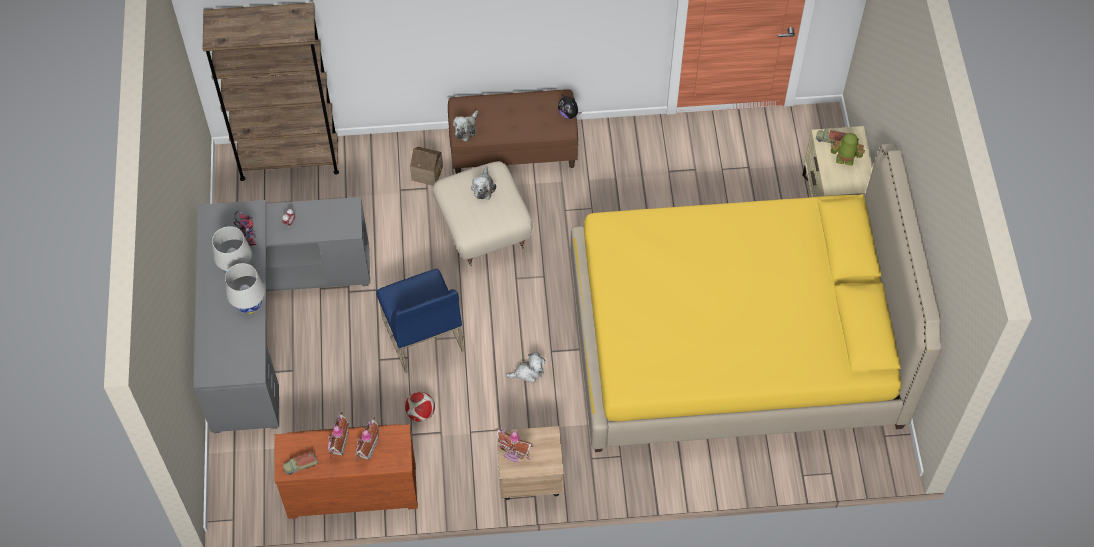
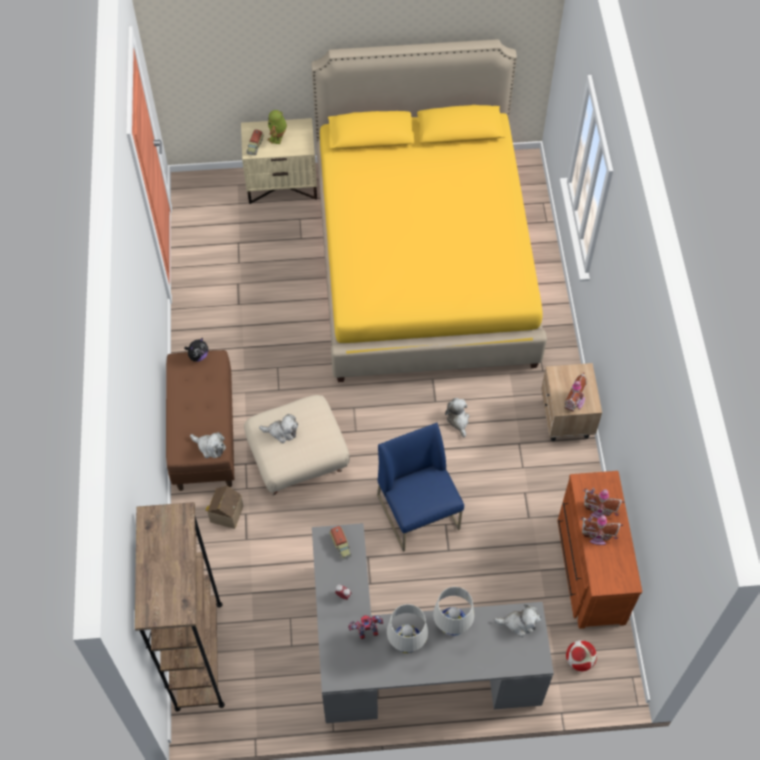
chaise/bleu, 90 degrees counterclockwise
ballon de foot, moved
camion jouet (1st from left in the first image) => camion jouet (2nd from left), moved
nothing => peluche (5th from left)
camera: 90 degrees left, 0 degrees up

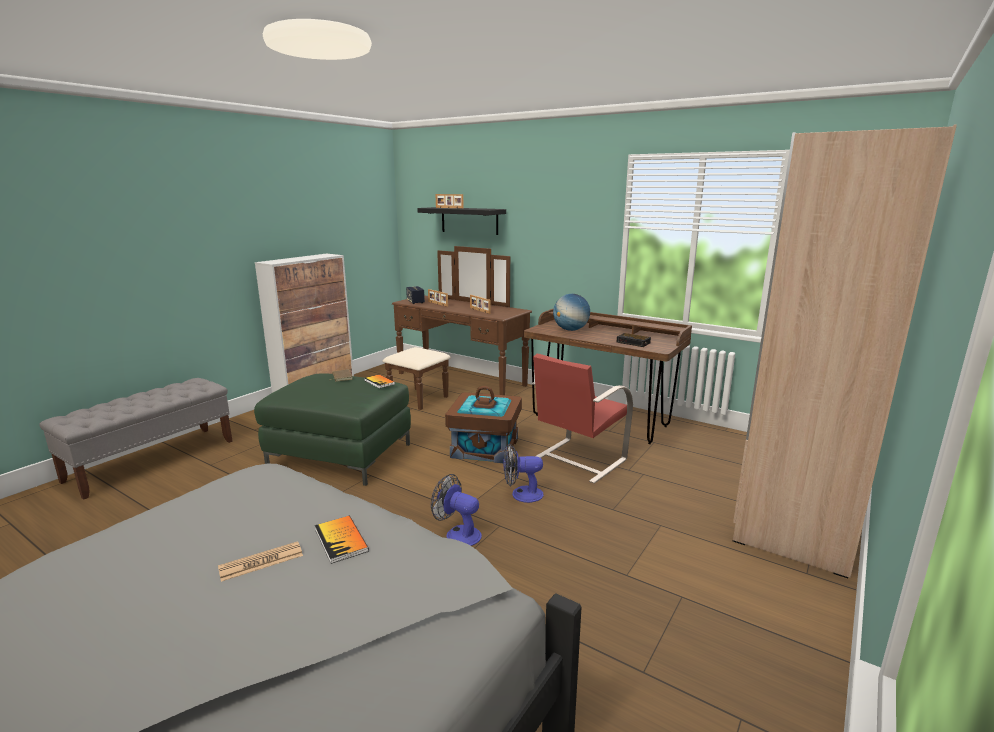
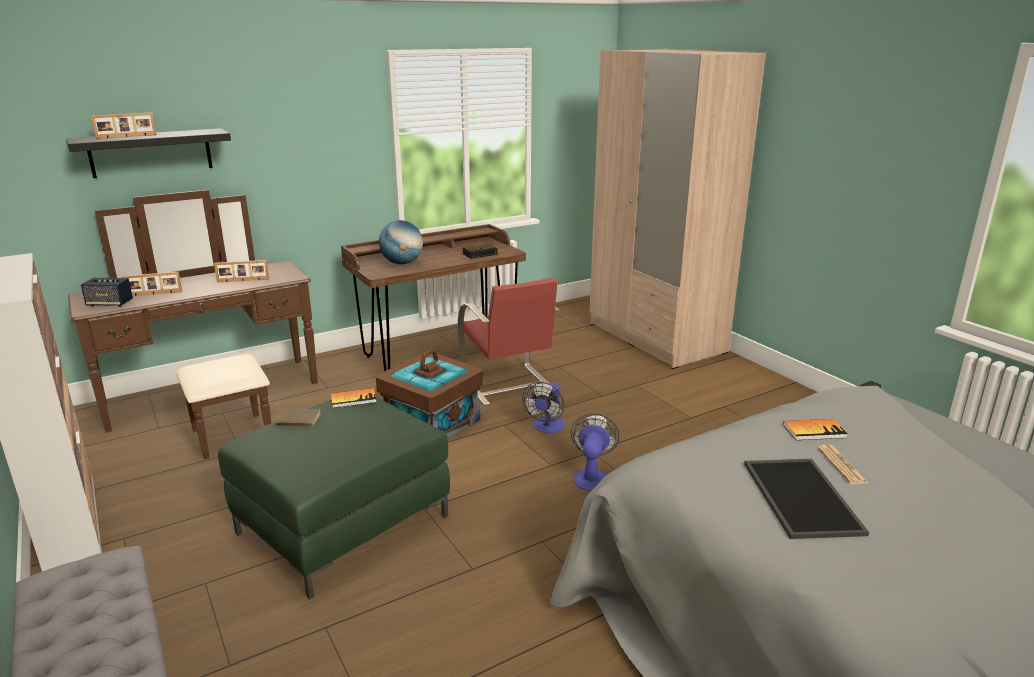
ventilateur (1st from left in the first image) => ventilateur (2nd from left), 135 degrees clockwise
nothing => plateau
camera: 65 degrees left, 5 degrees up

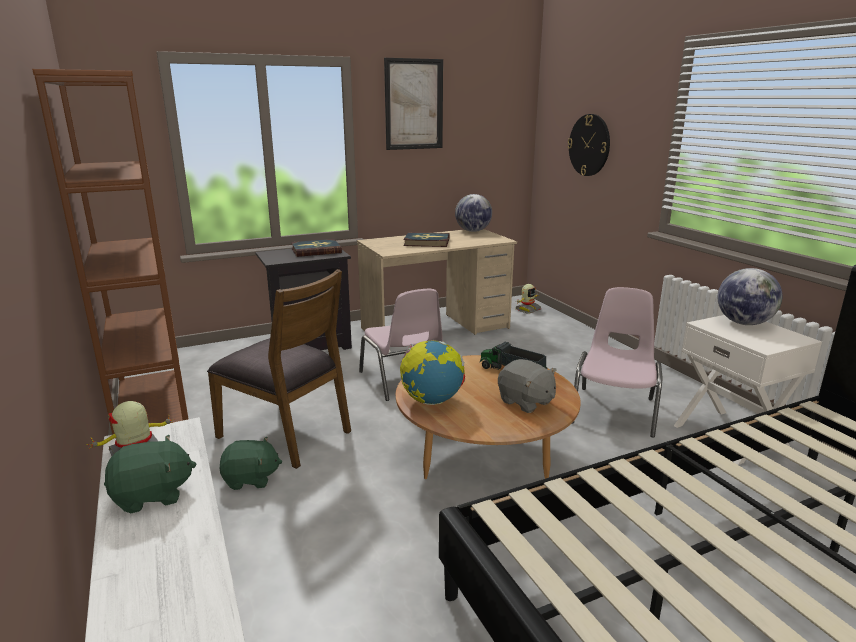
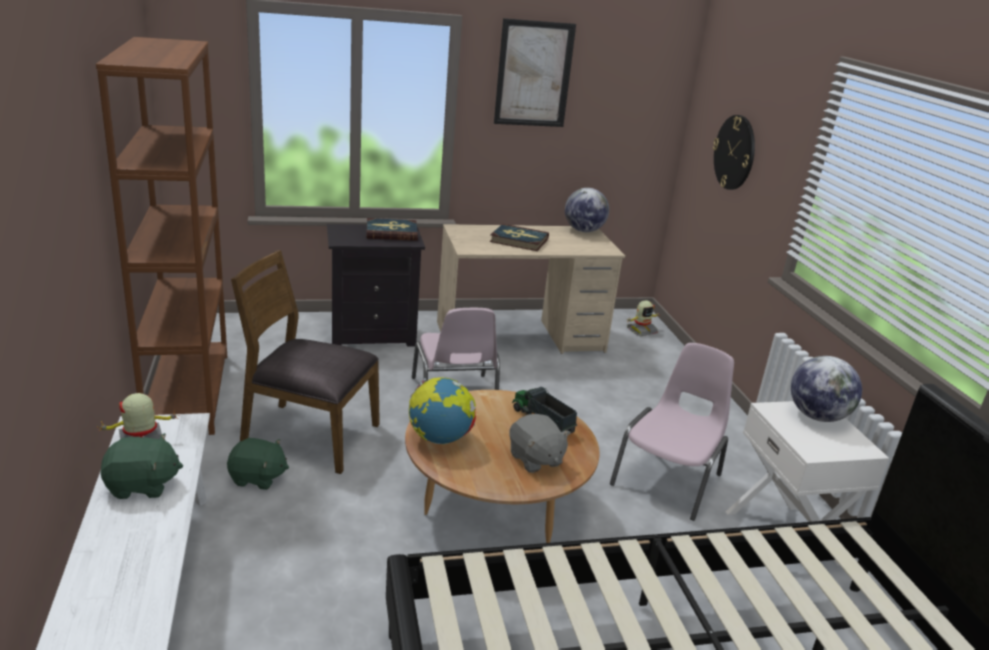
chaise/marron, 150 degrees clockwise
camera: 10 degrees right, 5 degrees up

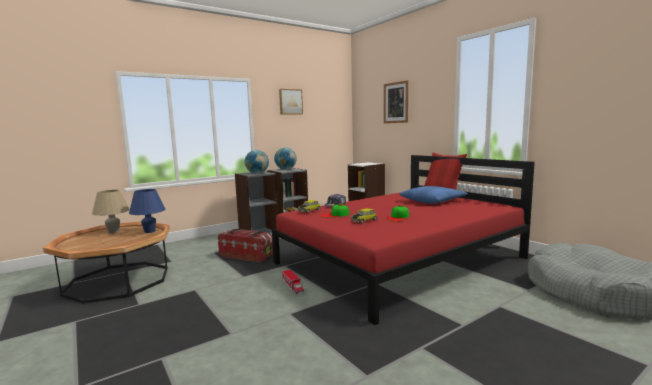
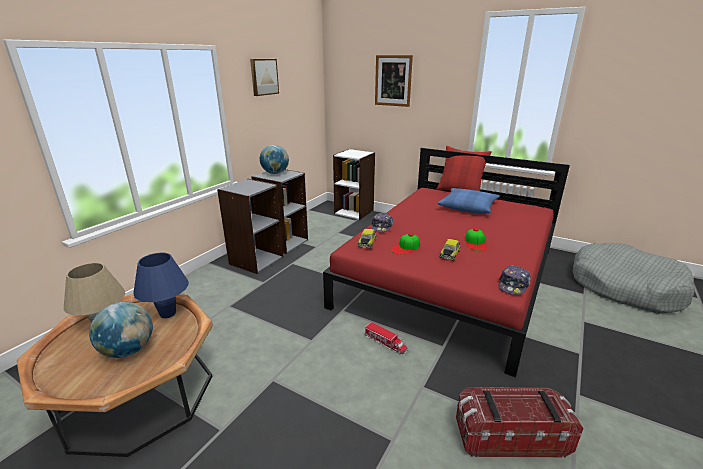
globe (1st from left), moved
boîte de rangement, moved
nothing => casquette (4th from left)
camera: 25 degrees left, 15 degrees up

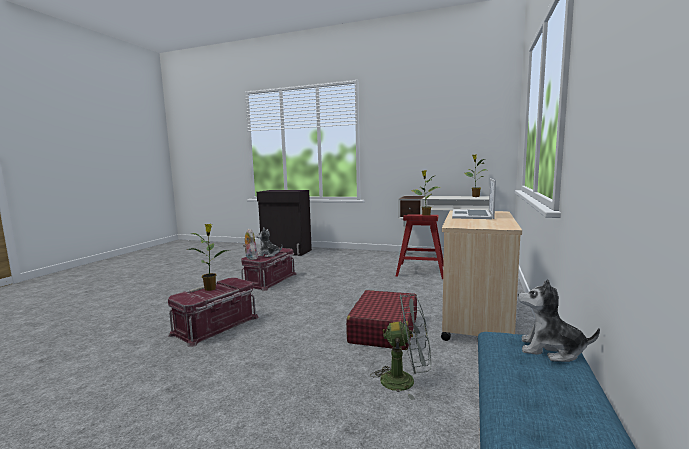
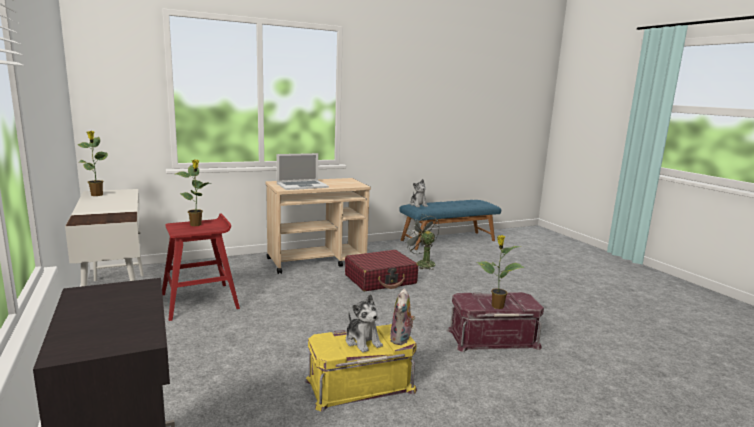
boîte de rangement/rouge (2nd from left) => boîte de rangement/jaune
camera: 135 degrees left, 5 degrees up

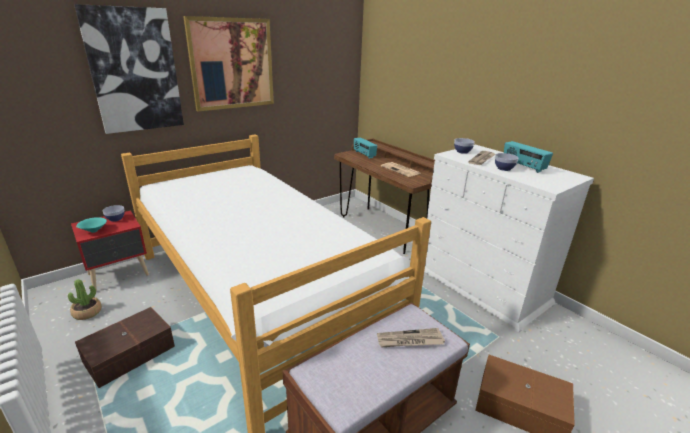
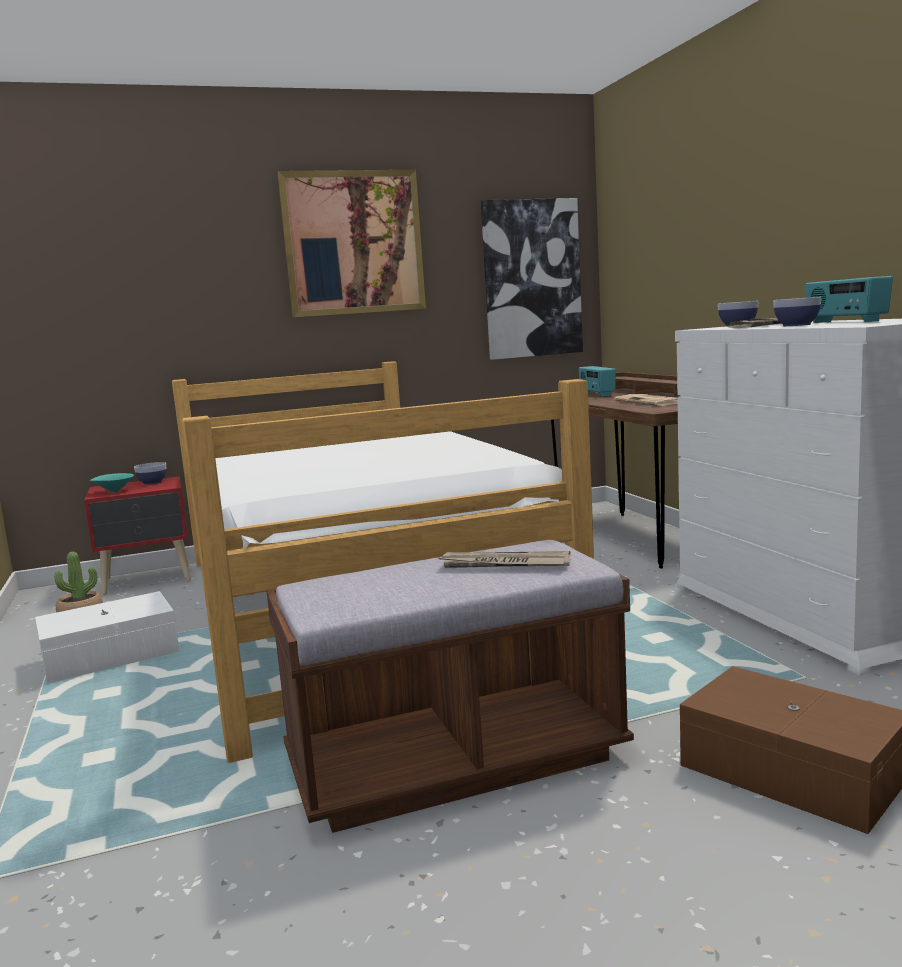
tableau (1st from left in the first image) => tableau (2nd from left), moved
boîte de rangement/marron (1st from left) => boîte de rangement/blanc
camera: 20 degrees right, 15 degrees down

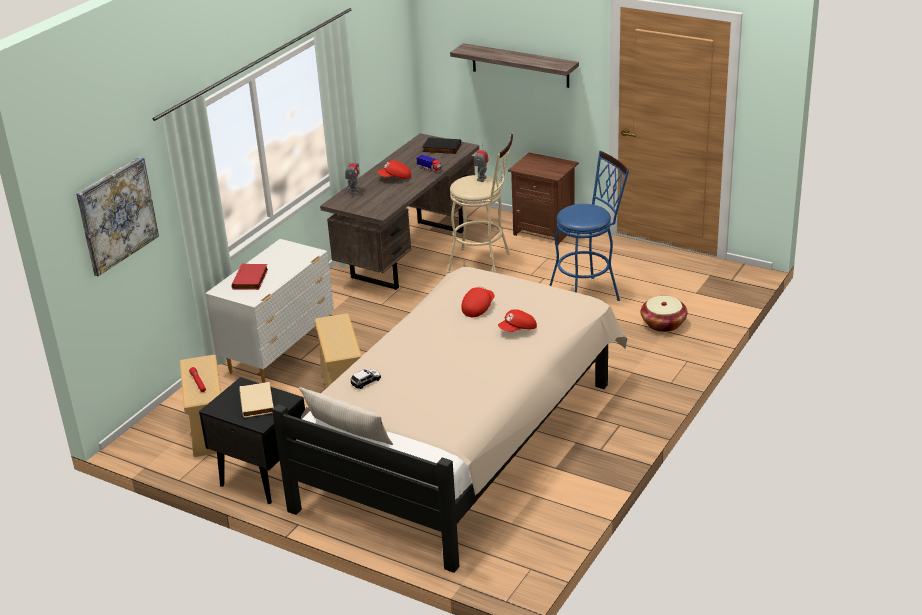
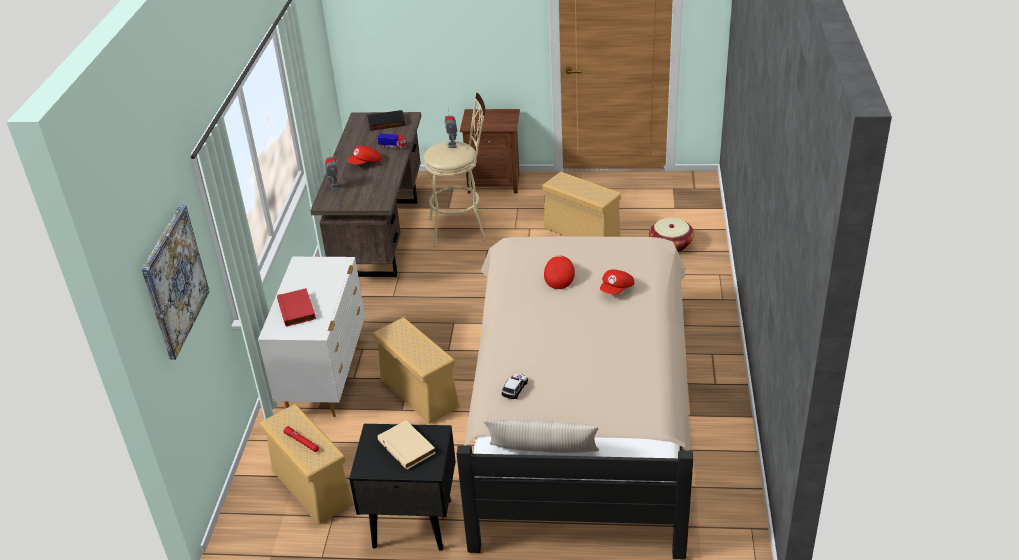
étagère => nothing
tabouret/bleu => boîte de rangement/beige (3rd from left)
camera: 25 degrees left, 5 degrees up

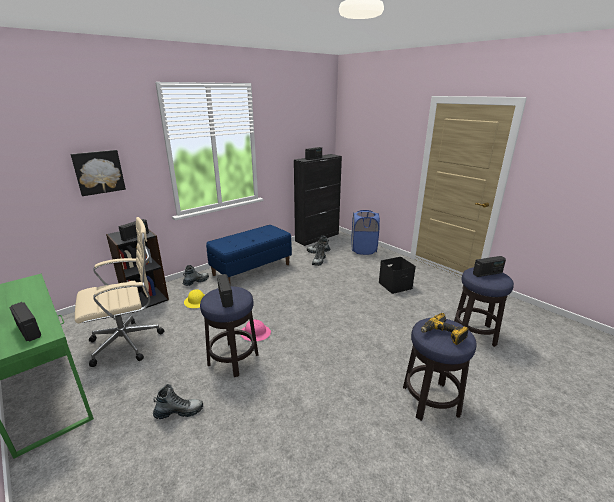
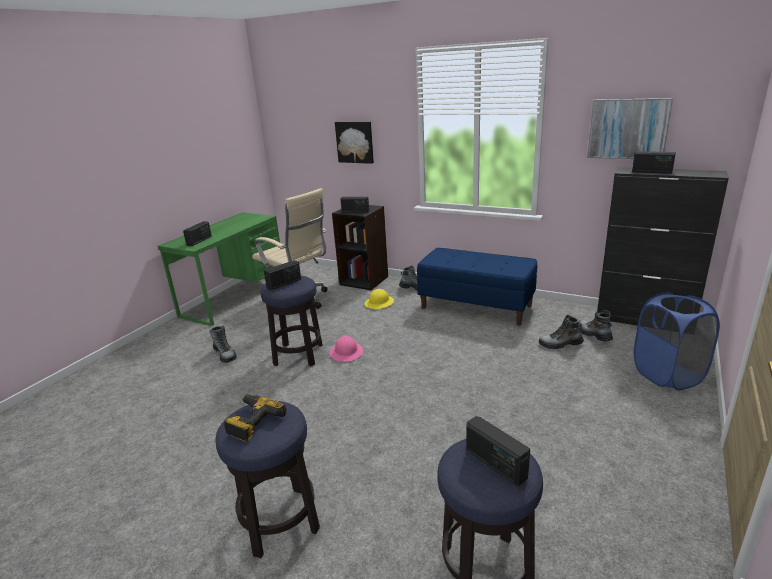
boîte de rangement/noir => nothing
nothing => tableau (2nd from left)
camera: 70 degrees right, 0 degrees up

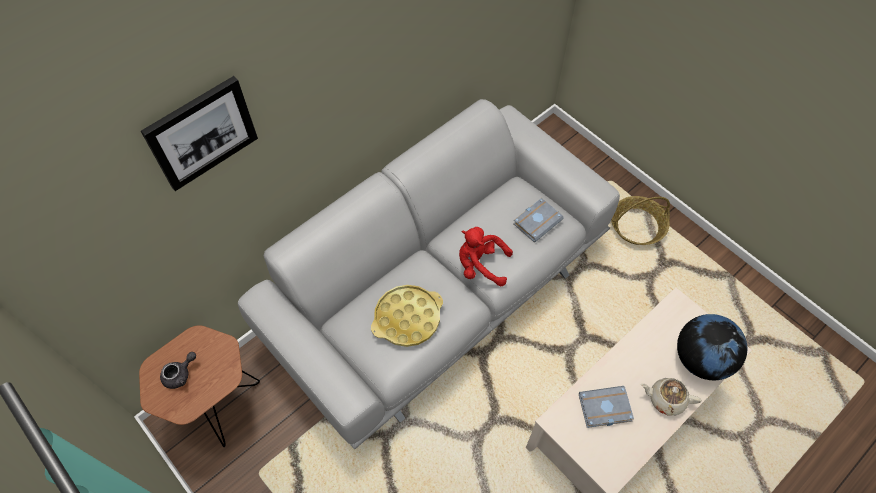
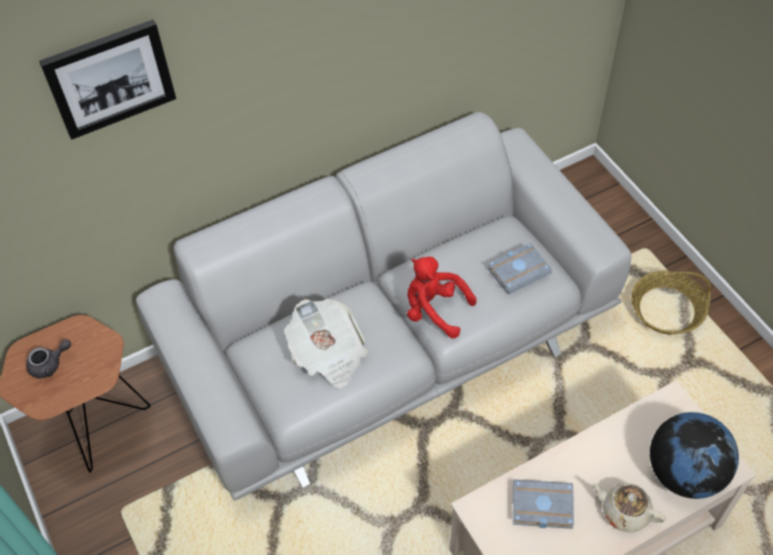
plateau/jaune => journal
camera: 15 degrees right, 5 degrees down

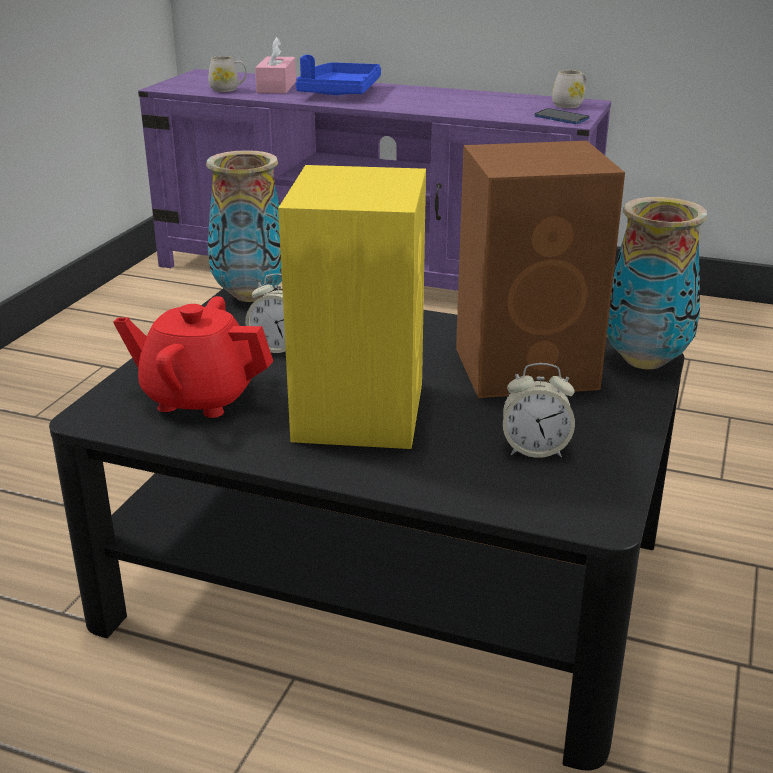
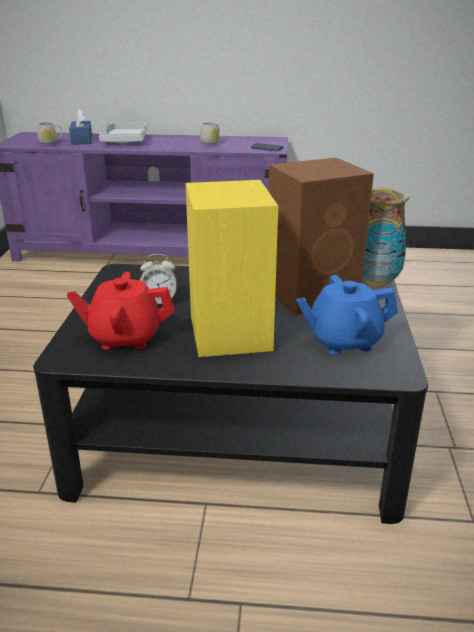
boîte à mouchoirs/rose => boîte à mouchoirs/bleu
plateau/bleu => plateau/gris
mug/blanc (2nd from left), moved
vase (1st from left) => nothing
réveil (2nd from left) => théière/bleu
camera: 15 degrees left, 0 degrees up

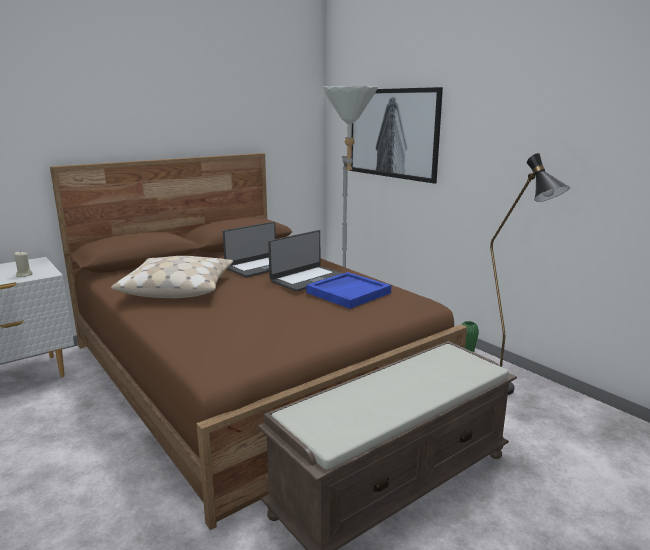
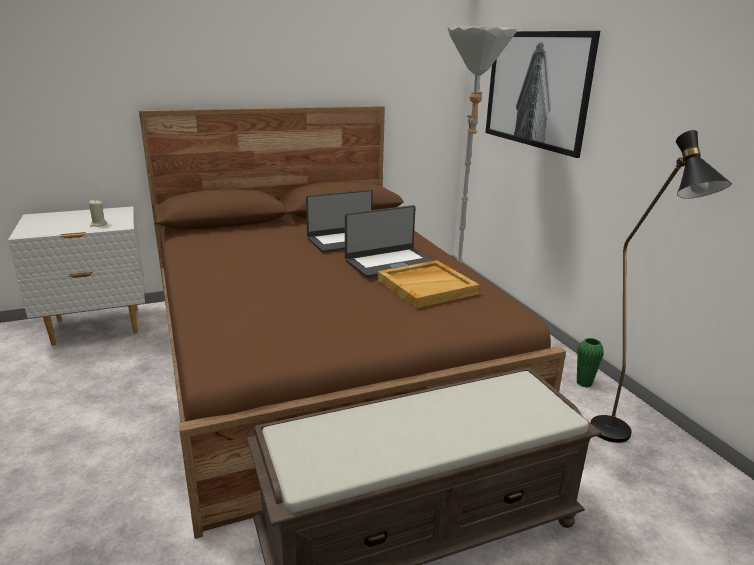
coussin/beige => nothing
plateau/bleu => plateau/beige
camera: 15 degrees right, 5 degrees up

